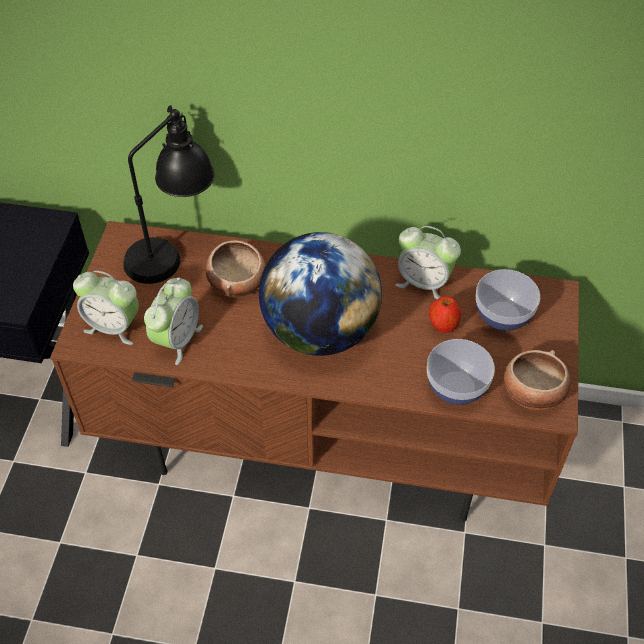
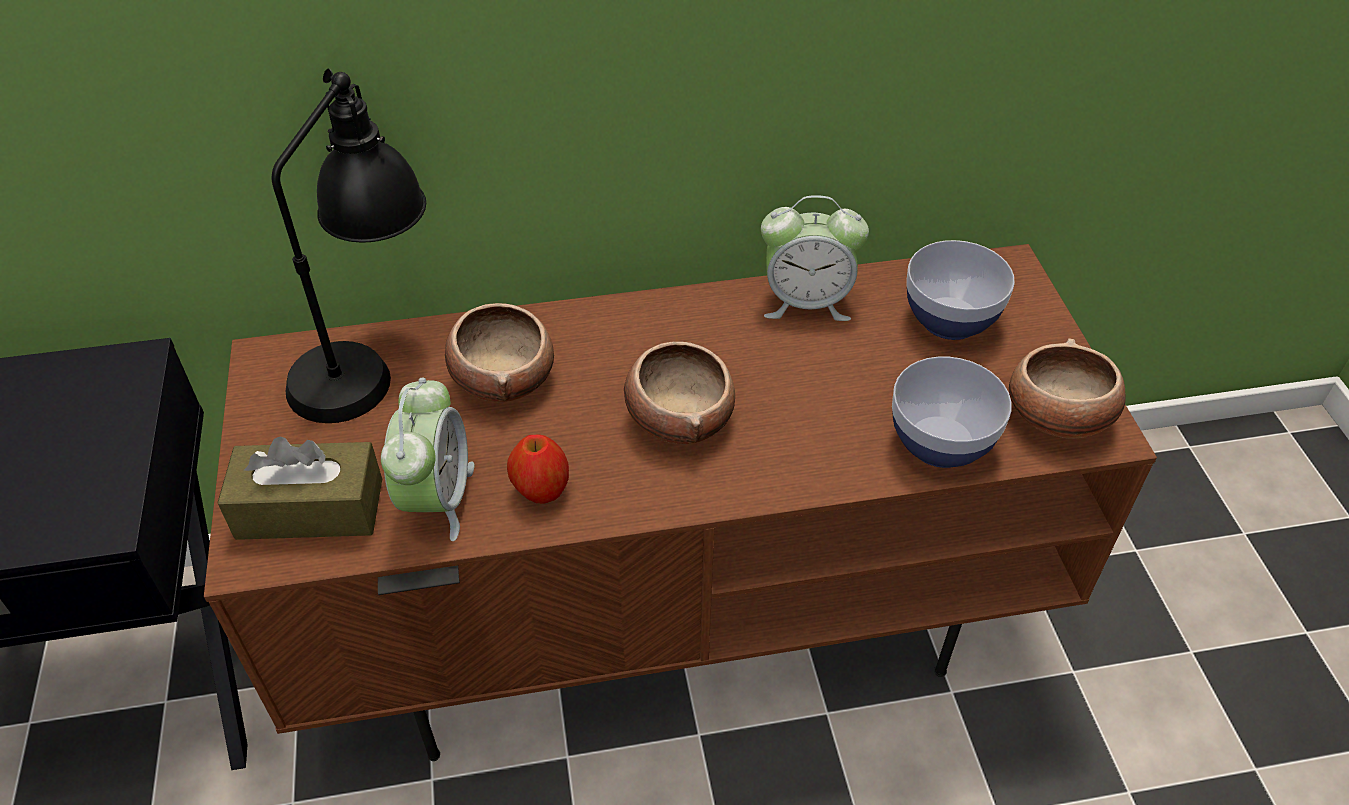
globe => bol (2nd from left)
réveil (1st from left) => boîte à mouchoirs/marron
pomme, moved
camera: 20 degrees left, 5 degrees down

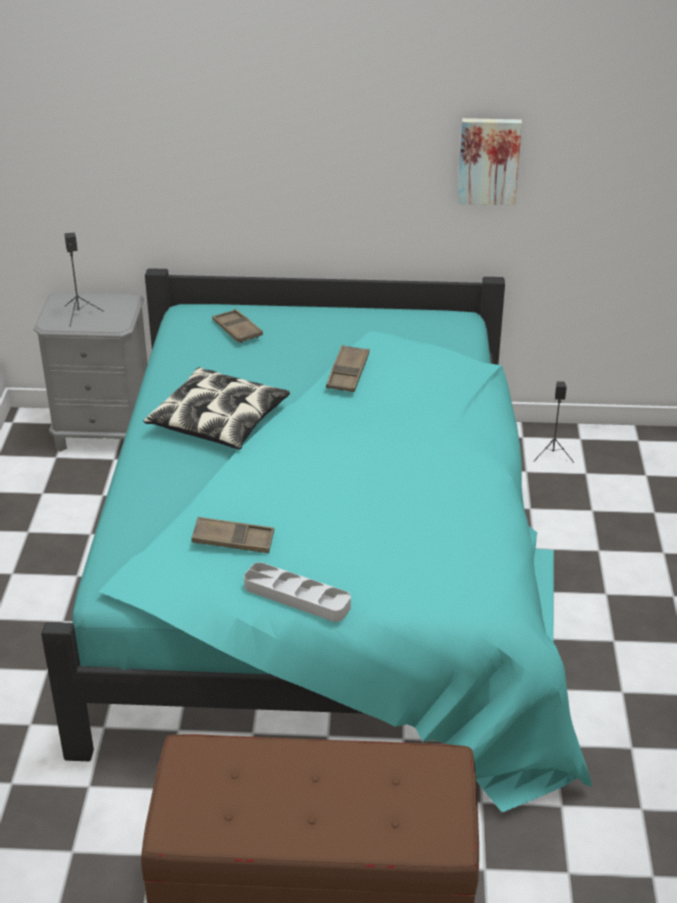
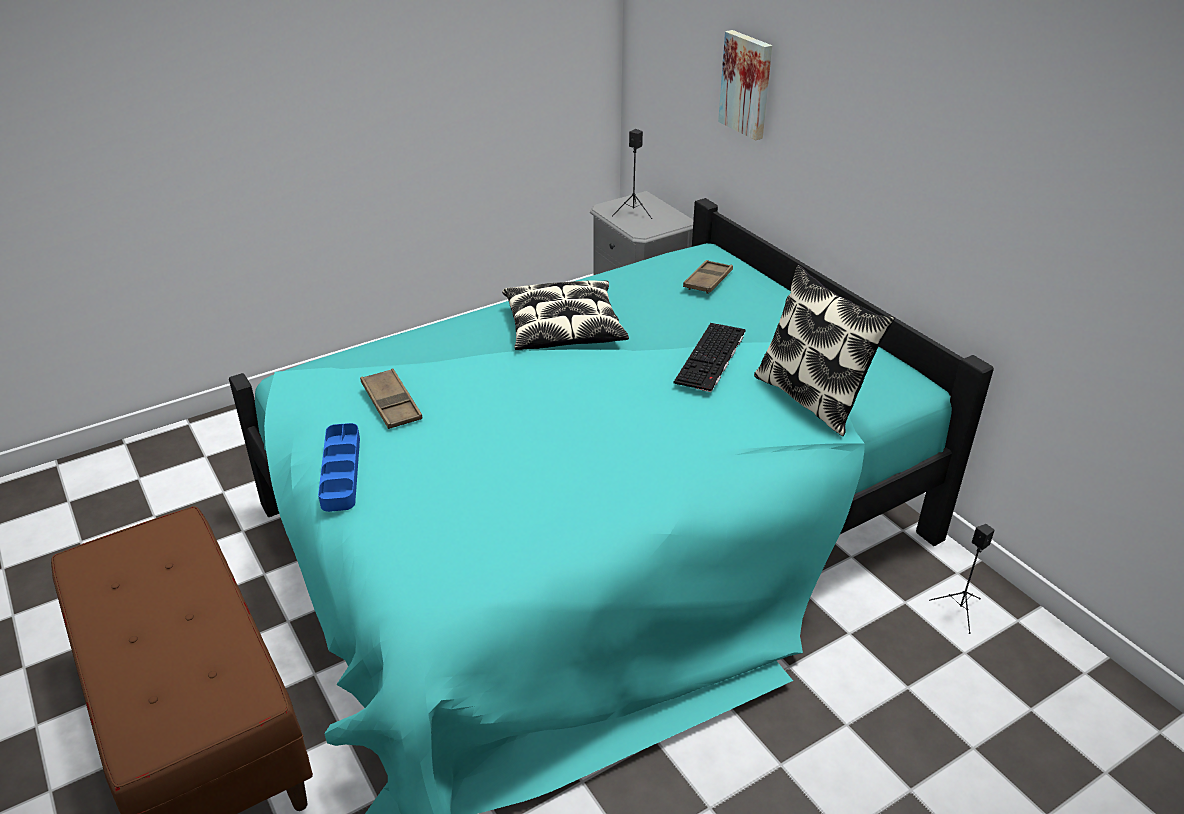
tableau, moved
plateau/marron (3rd from left) => clavier
plateau/gris => plateau/bleu
nothing => coussin (2nd from left)
camera: 55 degrees right, 0 degrees up

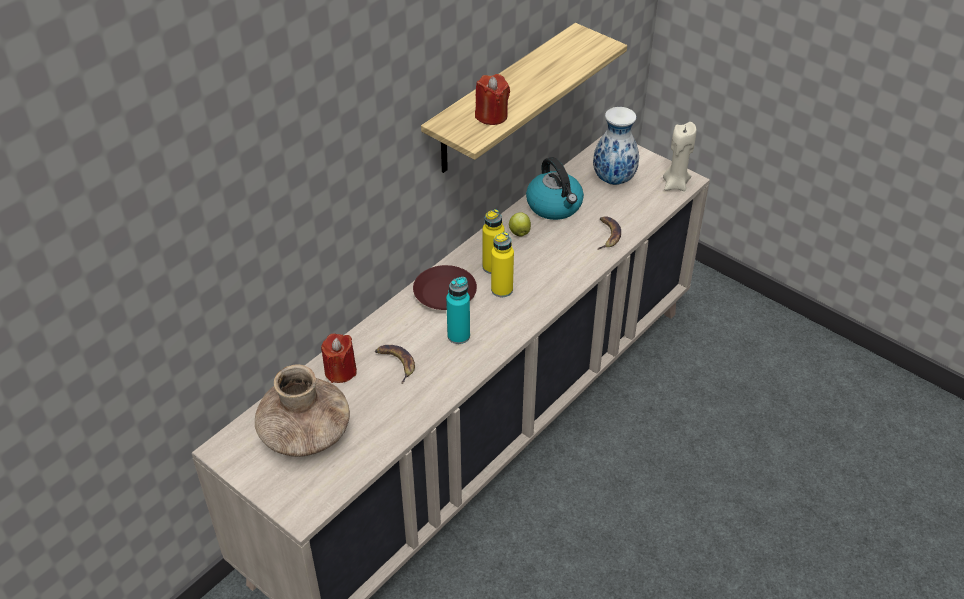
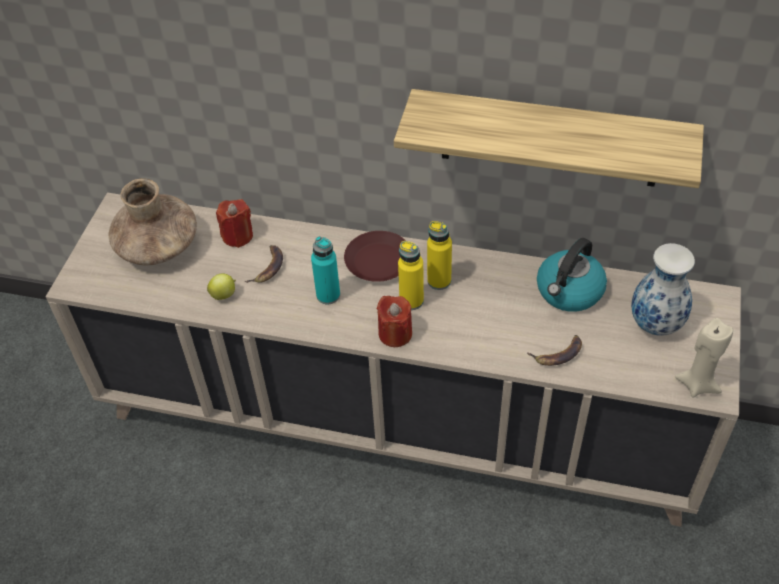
bougie/rouge (2nd from left), moved
pomme, moved
camera: 65 degrees right, 5 degrees up

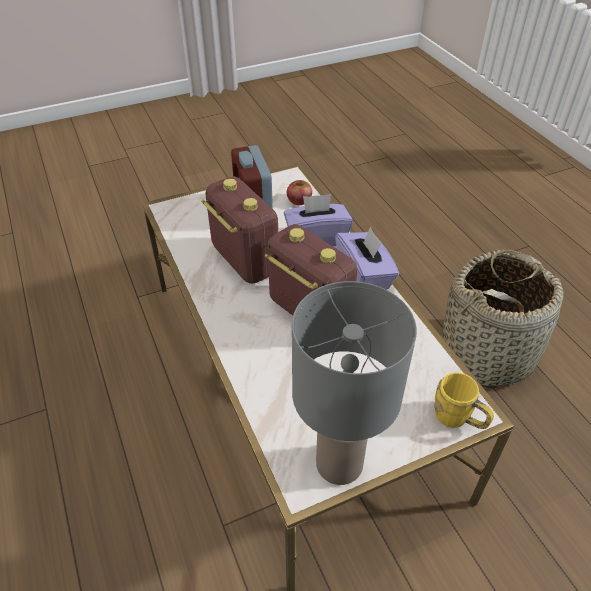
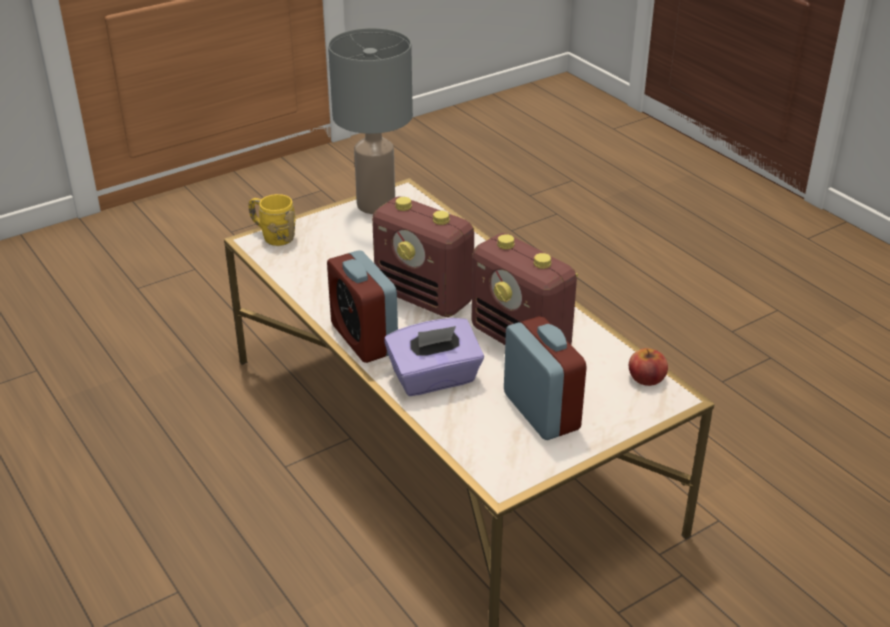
pomme, moved
boîte à mouchoirs/violet (2nd from left) => réveil (1st from left)
panier => nothing
camera: 170 degrees right, 10 degrees down

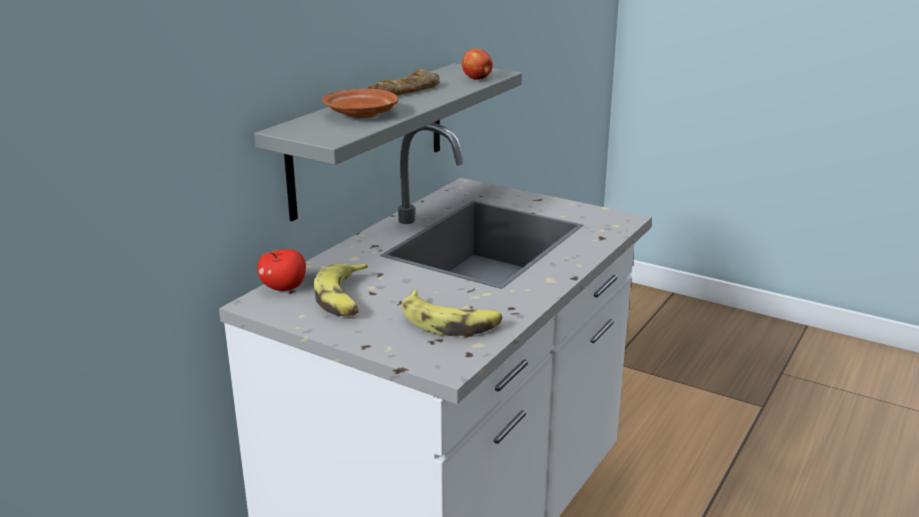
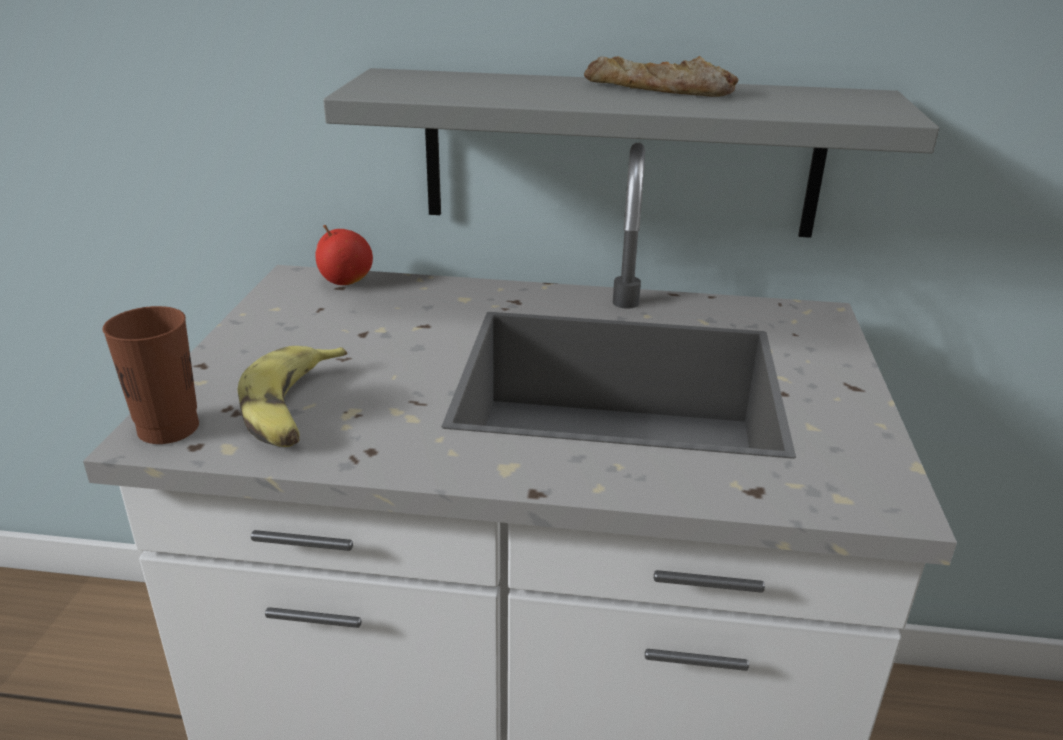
pomme (2nd from left) => nothing
assiette/marron => nothing
banane (1st from left) => nothing
nothing => tasse/marron
camera: 65 degrees right, 5 degrees up

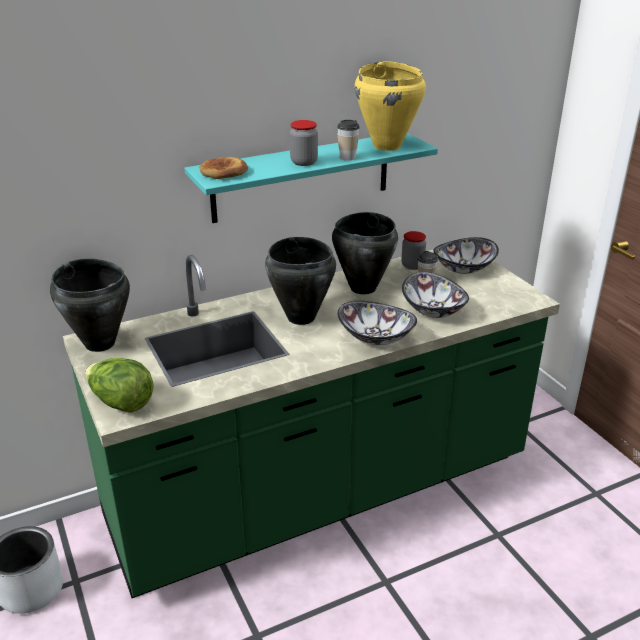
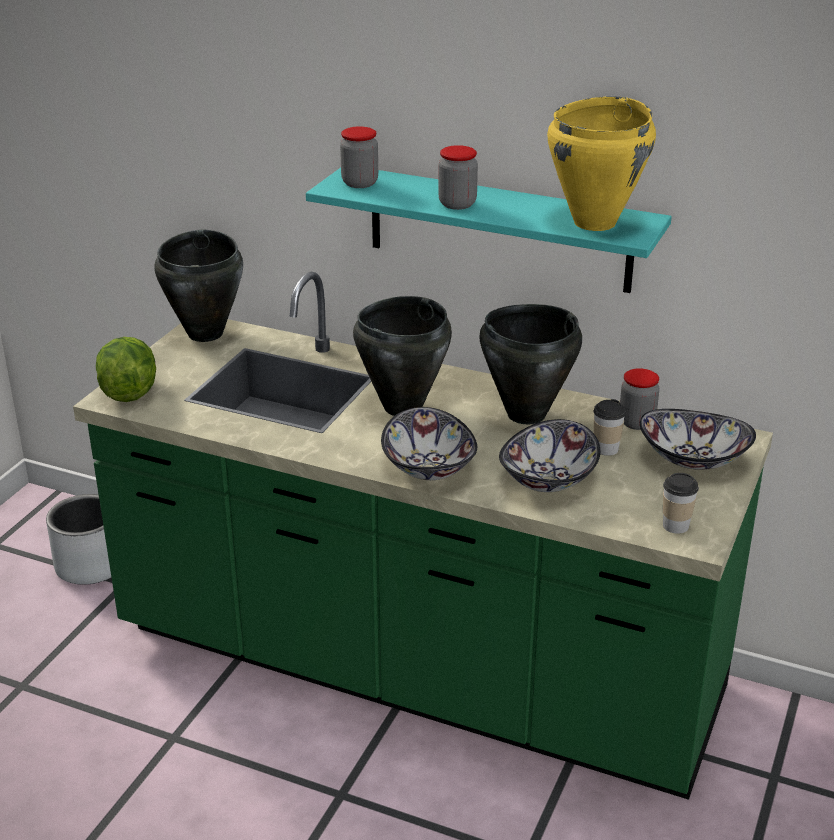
tasse (1st from left in the first image) => tasse (2nd from left), moved
pain => bocal (1st from left)
camera: 50 degrees right, 0 degrees up

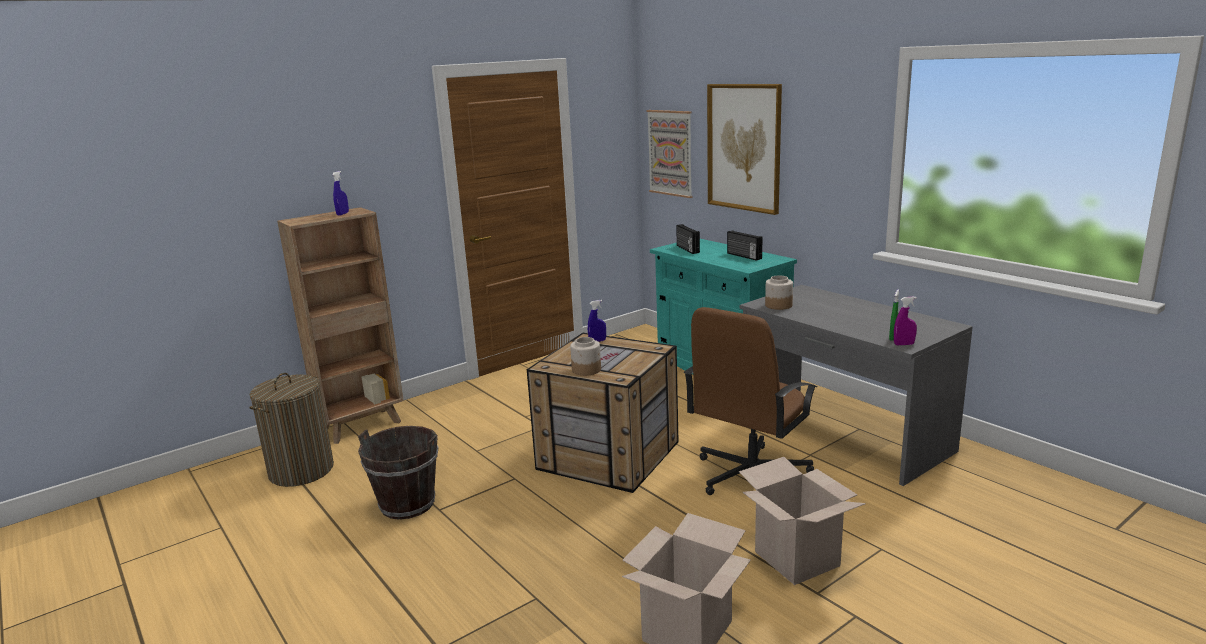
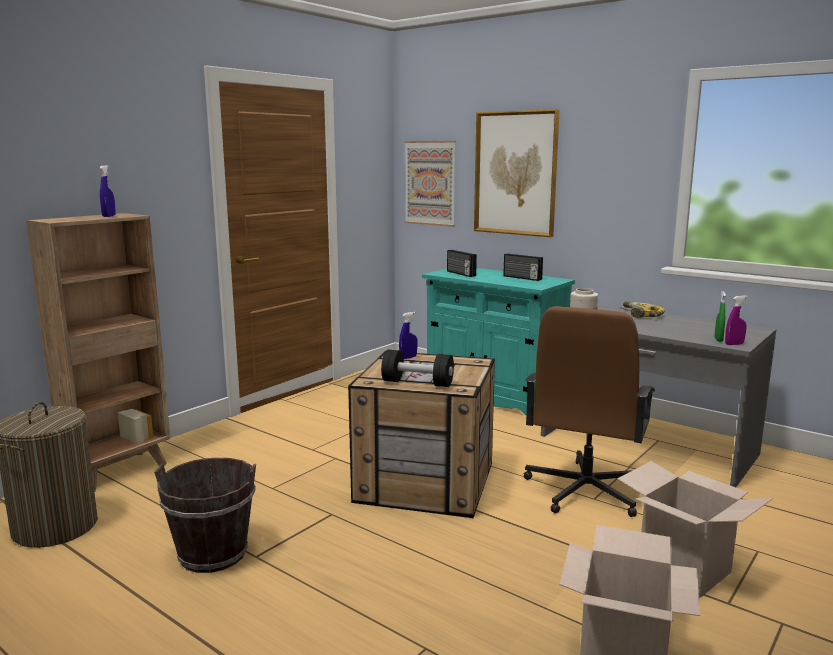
bocal (1st from left) => haltère/noir
nothing => perceuse
camera: 15 degrees left, 5 degrees down

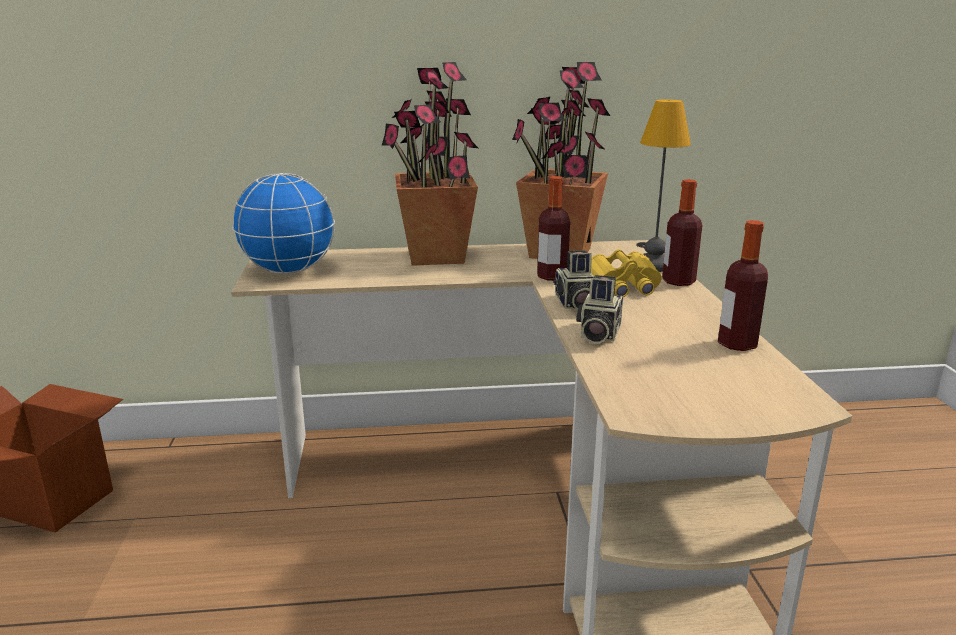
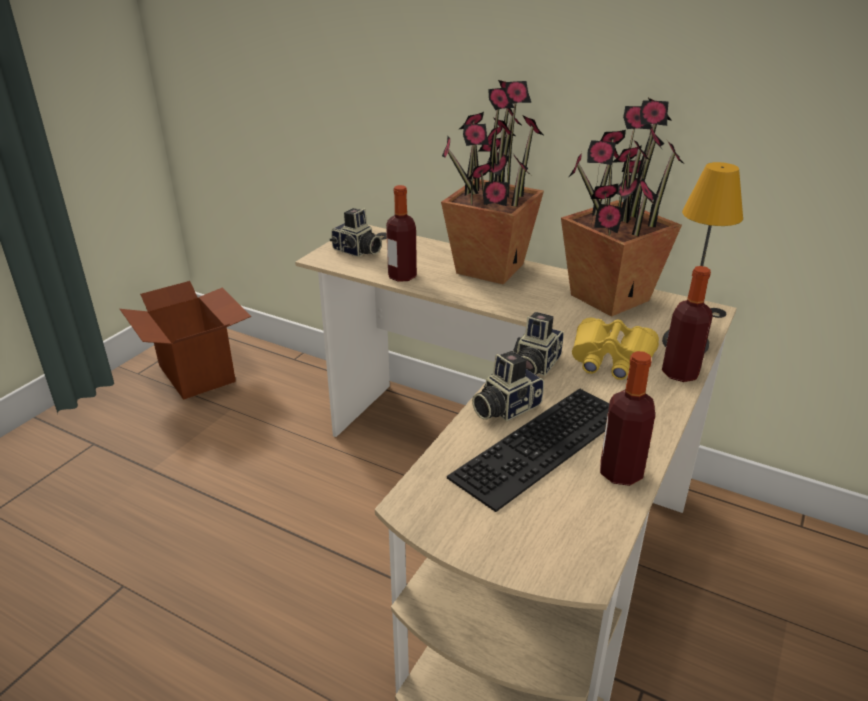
globe => appareil photo (1st from left)
bouteille (1st from left), moved
nothing => clavier
camera: 35 degrees right, 10 degrees up

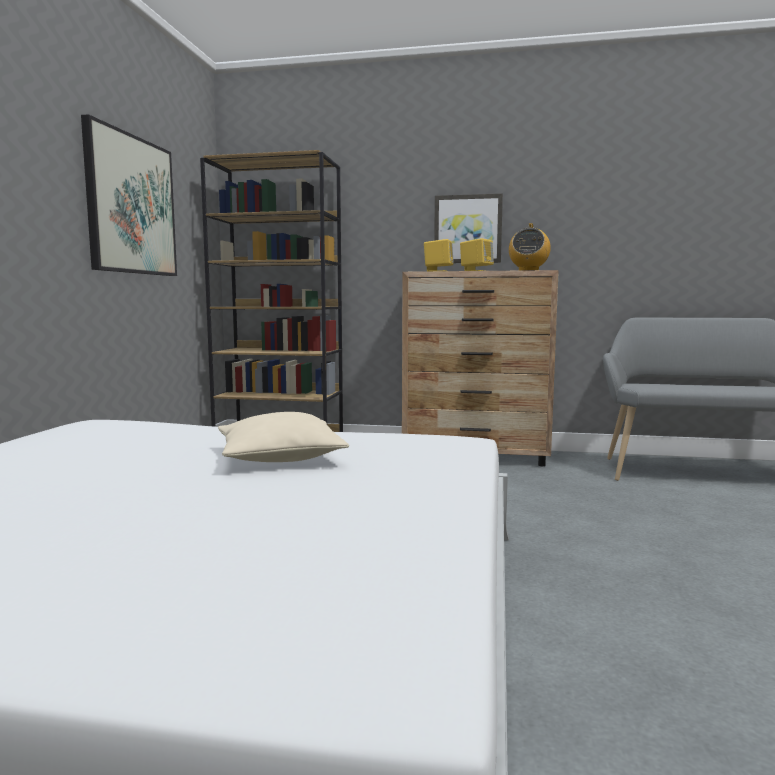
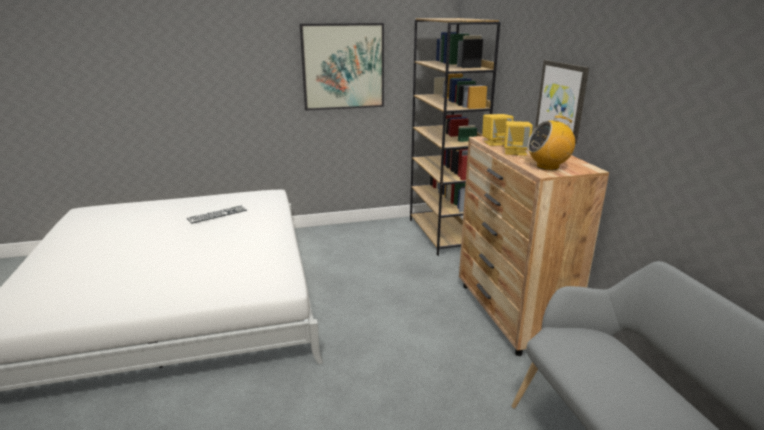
coussin/beige => nothing
nothing => clavier
camera: 65 degrees right, 15 degrees up

